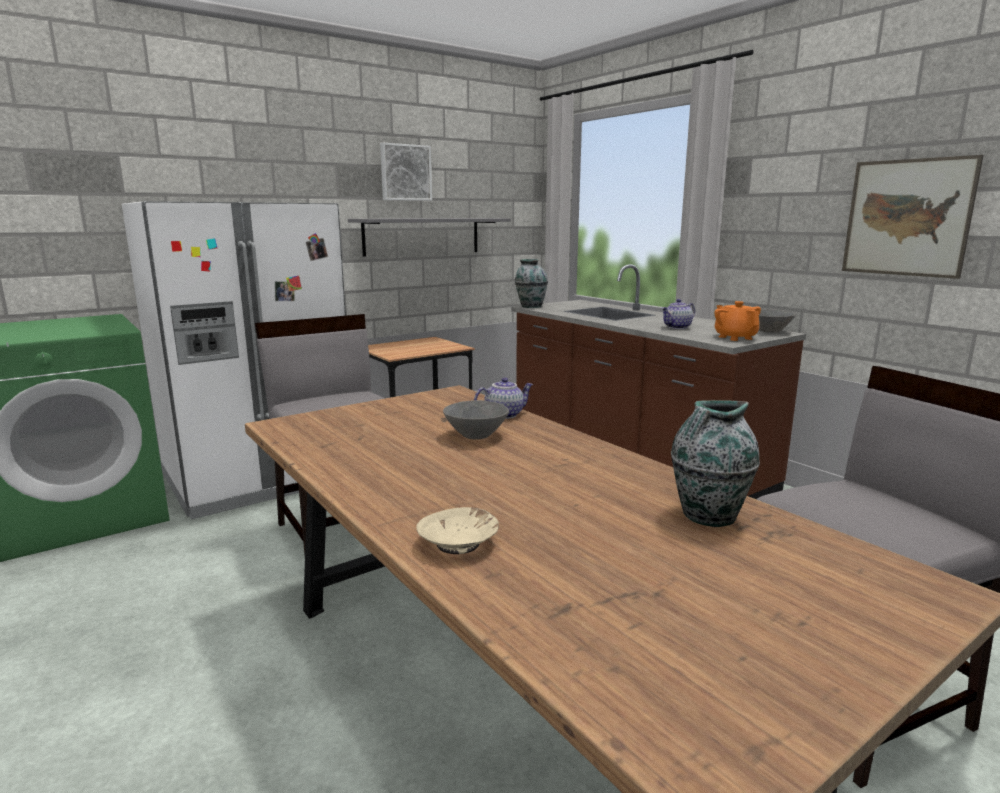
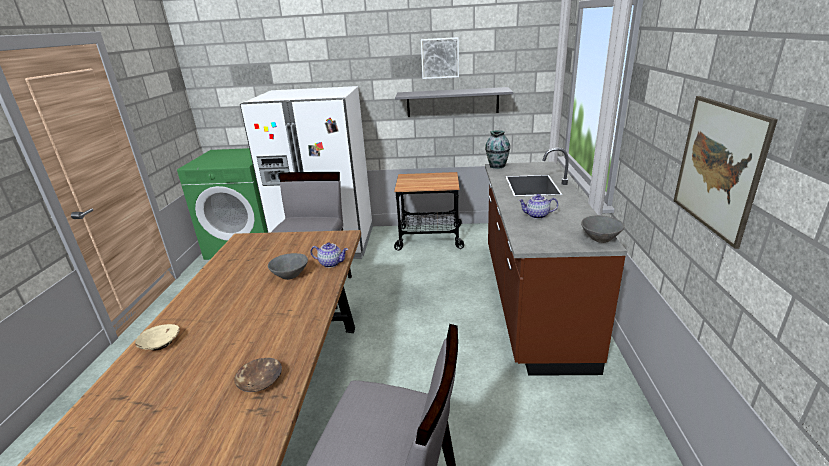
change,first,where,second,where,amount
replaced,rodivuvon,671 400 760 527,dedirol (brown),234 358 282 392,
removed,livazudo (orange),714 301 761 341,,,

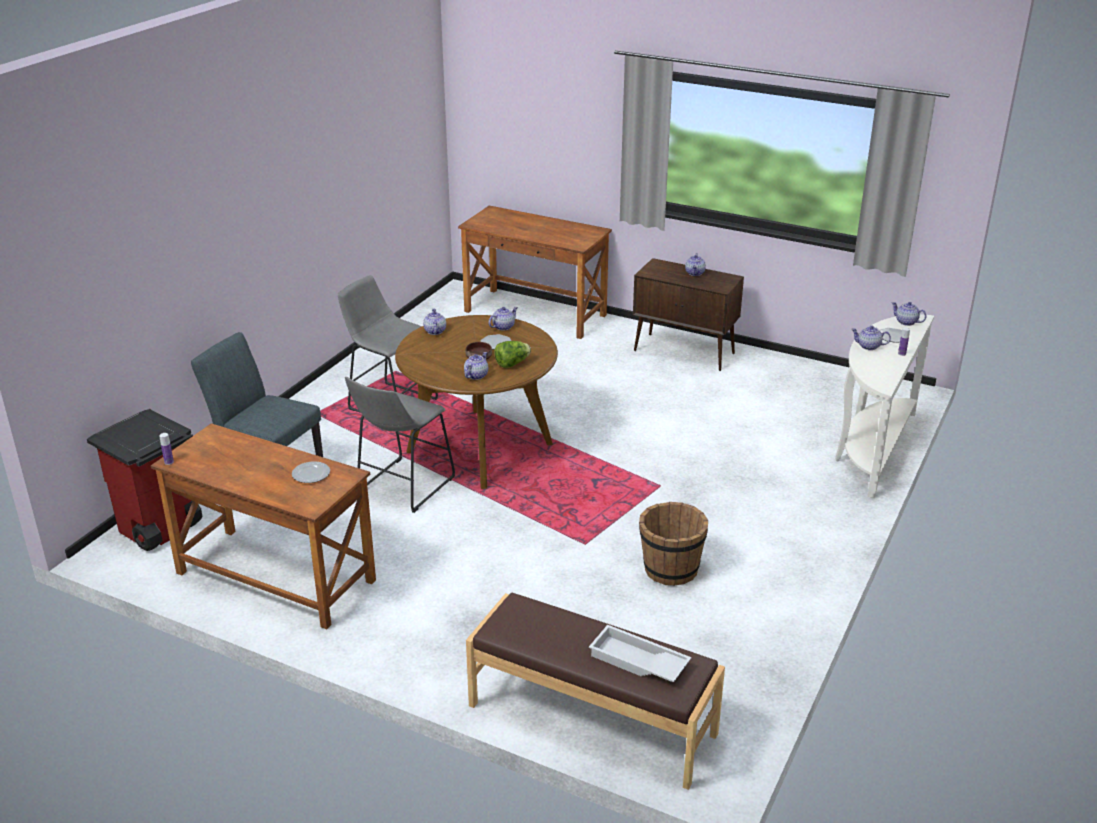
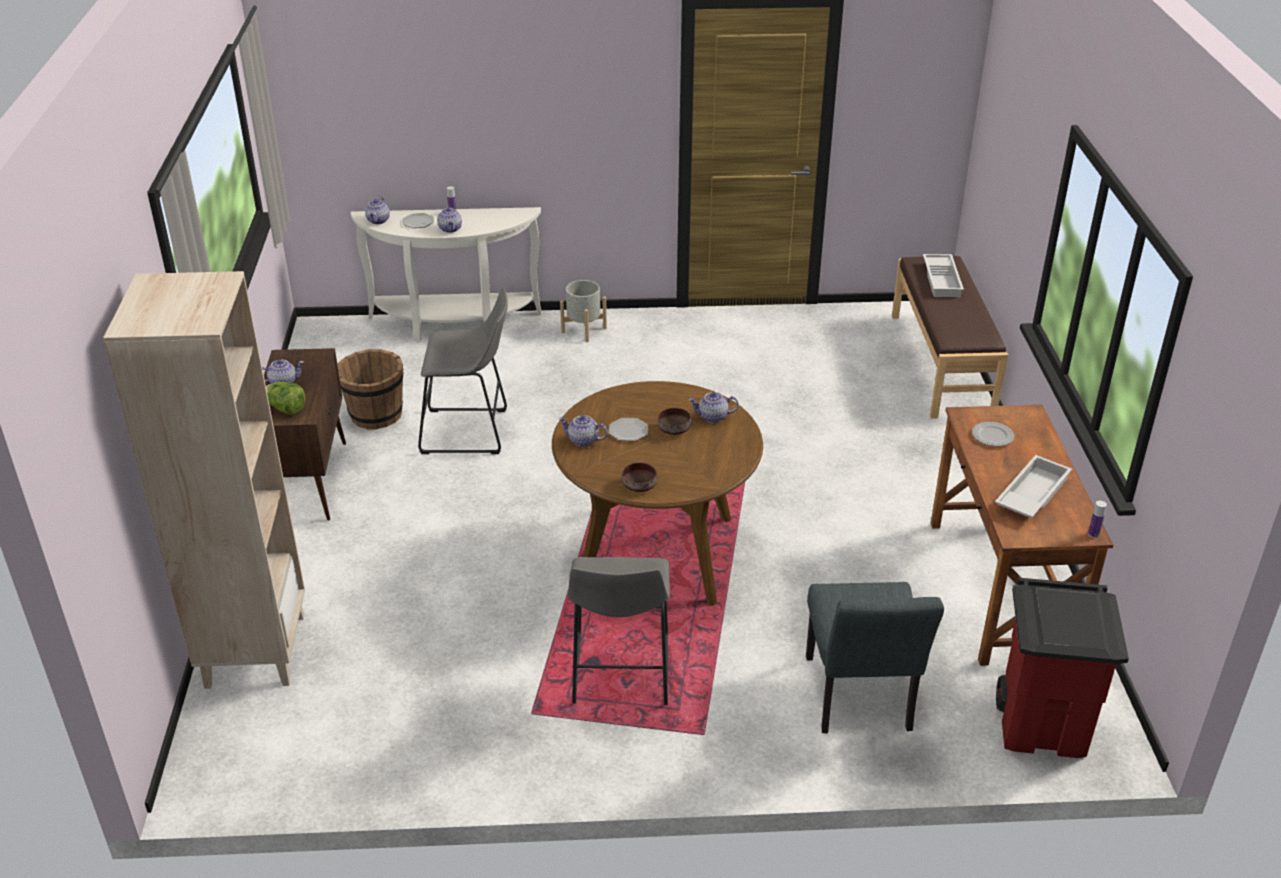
change,first,where,second,where,amount
replaced,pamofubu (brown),458 206 612 339,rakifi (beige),103 271 305 689,
moved,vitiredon,494 341 531 368,,266 382 306 415,
moved,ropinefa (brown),639 502 708 586,,337 349 404 429,
moved,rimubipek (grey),345 377 455 513,,418 288 508 454,
added,,,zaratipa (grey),560 280 607 342,
replaced,livazudo,423 309 446 335,dedirol (brown),622 462 657 492,
added,,,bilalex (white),995 455 1072 518,

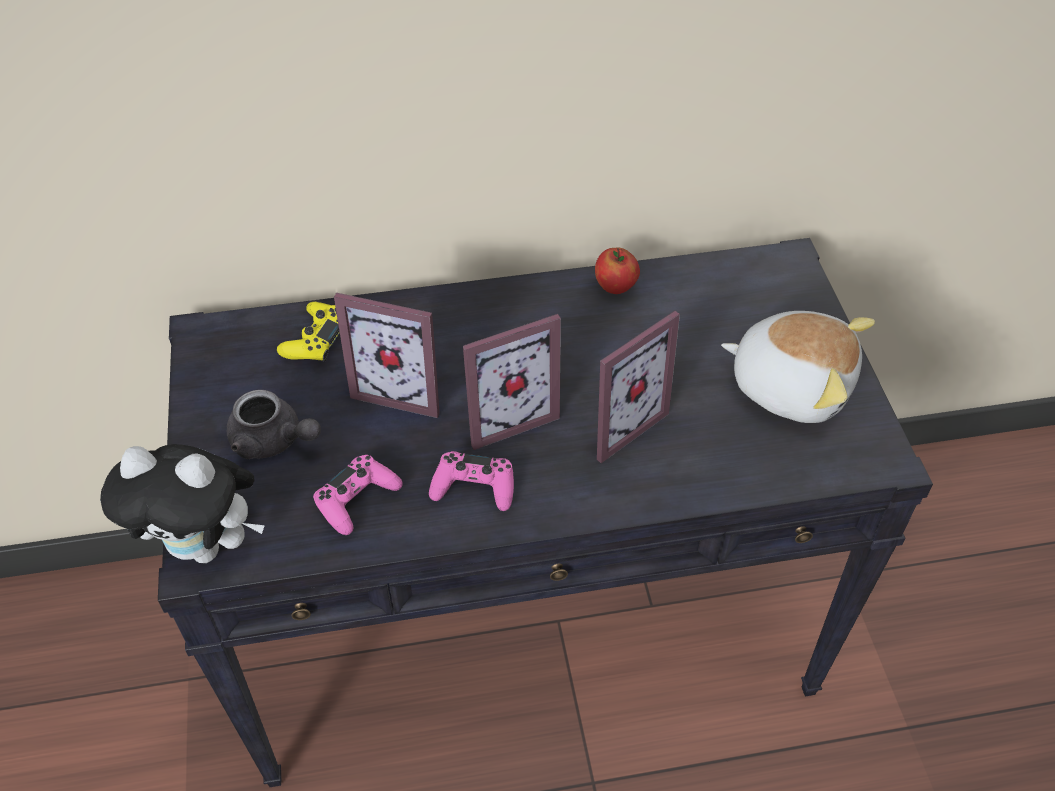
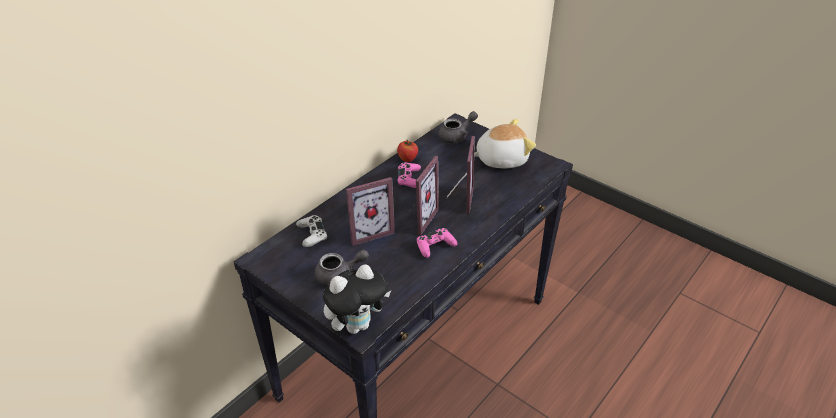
change,first,where,second,where,amount
recoloured,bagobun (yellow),277 302 340 362,bagobun (white),296 215 327 247,
moved,bagobun (pink),313 455 403 535,,398 162 421 188,
added,,,livazudo (grey),438 111 478 144,

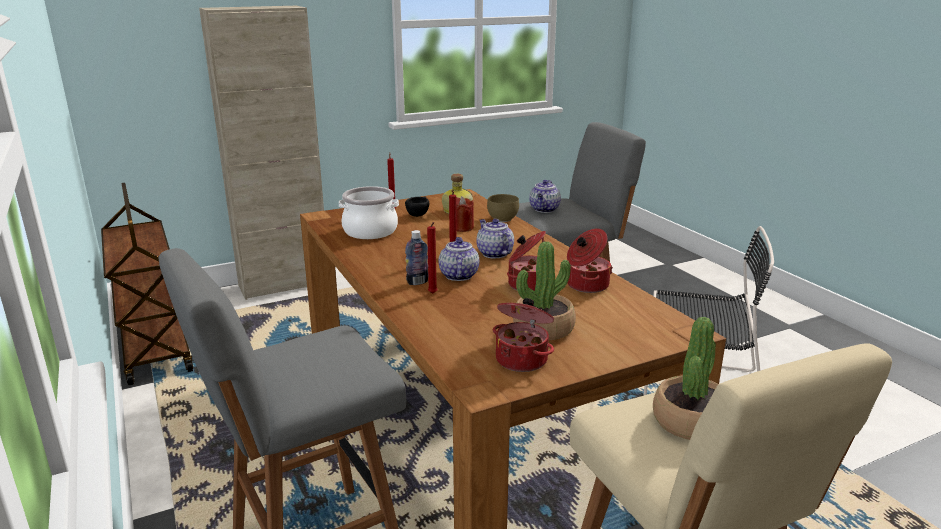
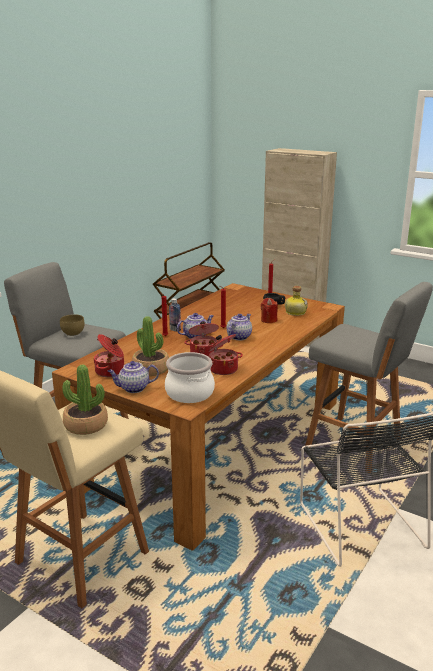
change,first,where,second,where,amount
moved,dedirol (brown),487 194 519 222,,60 314 85 336,
moved,livazudo,529 180 561 213,,108 361 159 393,
moved,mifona,339 186 399 239,,165 352 215 403,

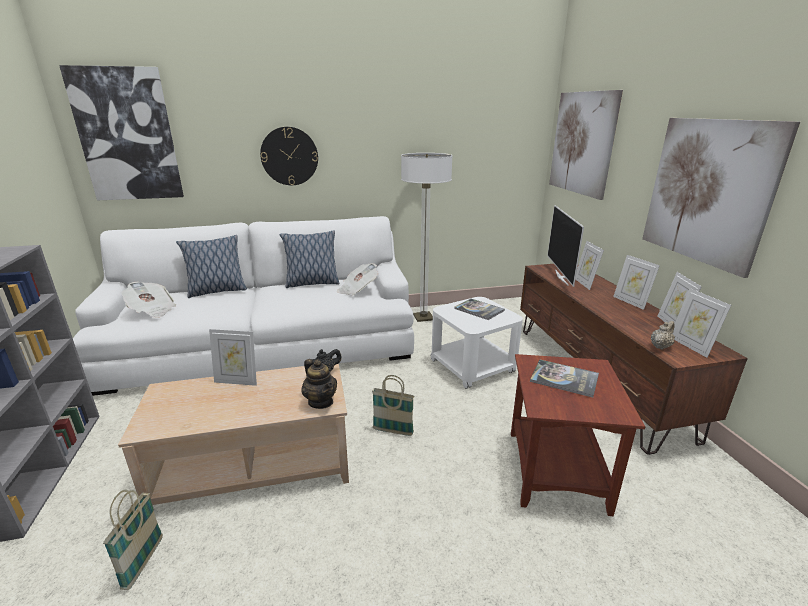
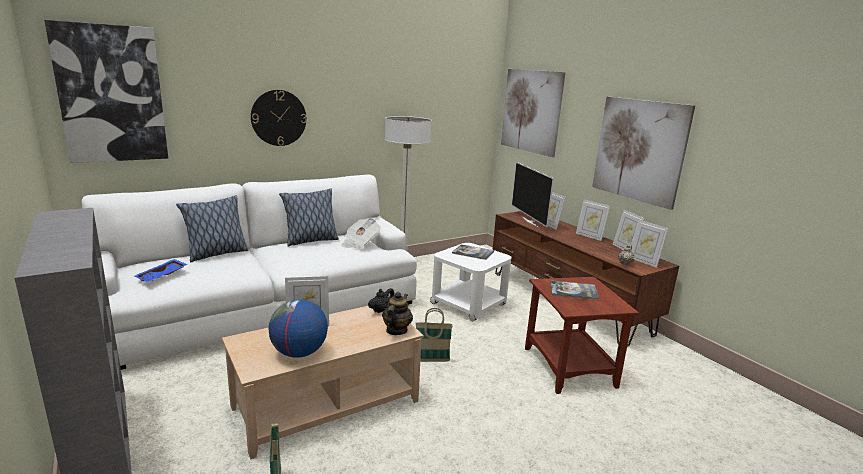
change,first,where,second,where,amount
replaced,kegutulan,121 282 176 318,bilalex (blue),135 259 188 282,
added,,,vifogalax,269 299 328 358,
turned,livazudo,301 359 337 409,,382 292 413 335,105 degrees counterclockwise

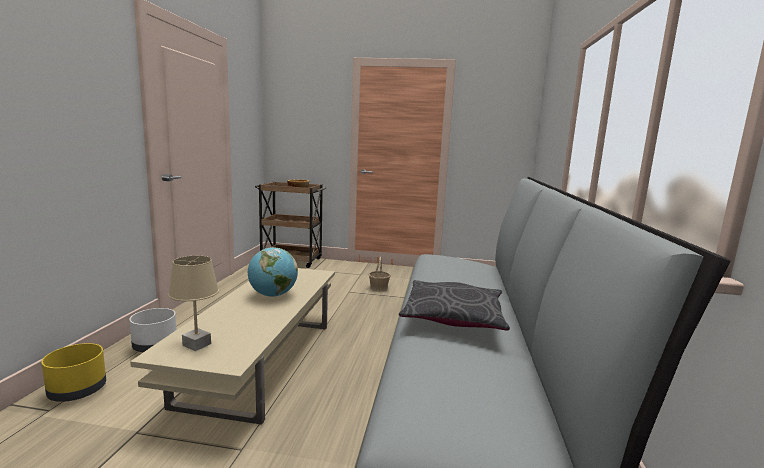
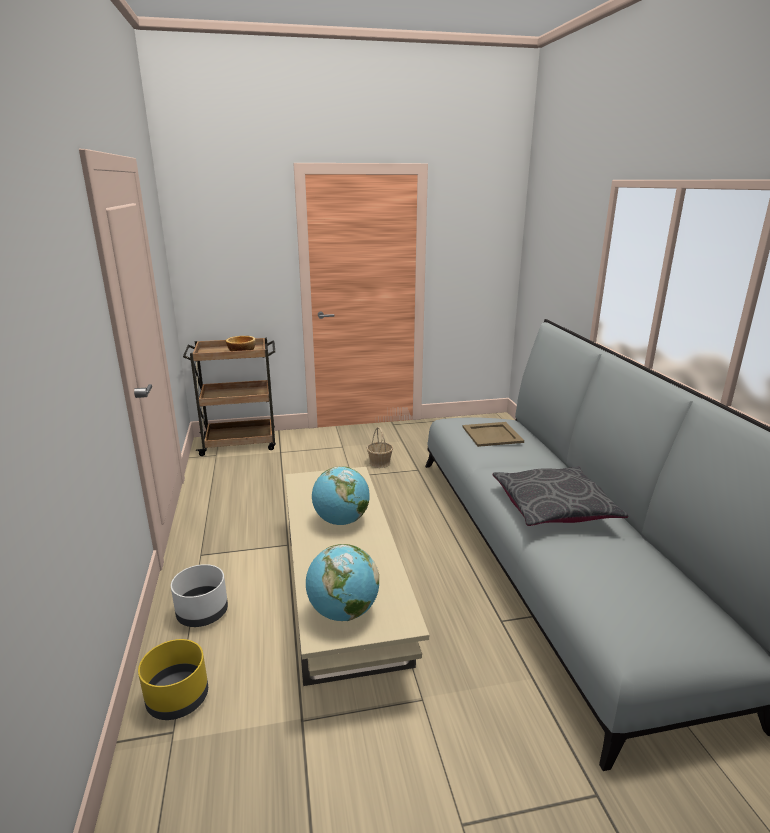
change,first,where,second,where,amount
replaced,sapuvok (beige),168 256 219 351,vifogalax,306 544 379 621,
added,,,bilalex (beige),463 422 524 447,

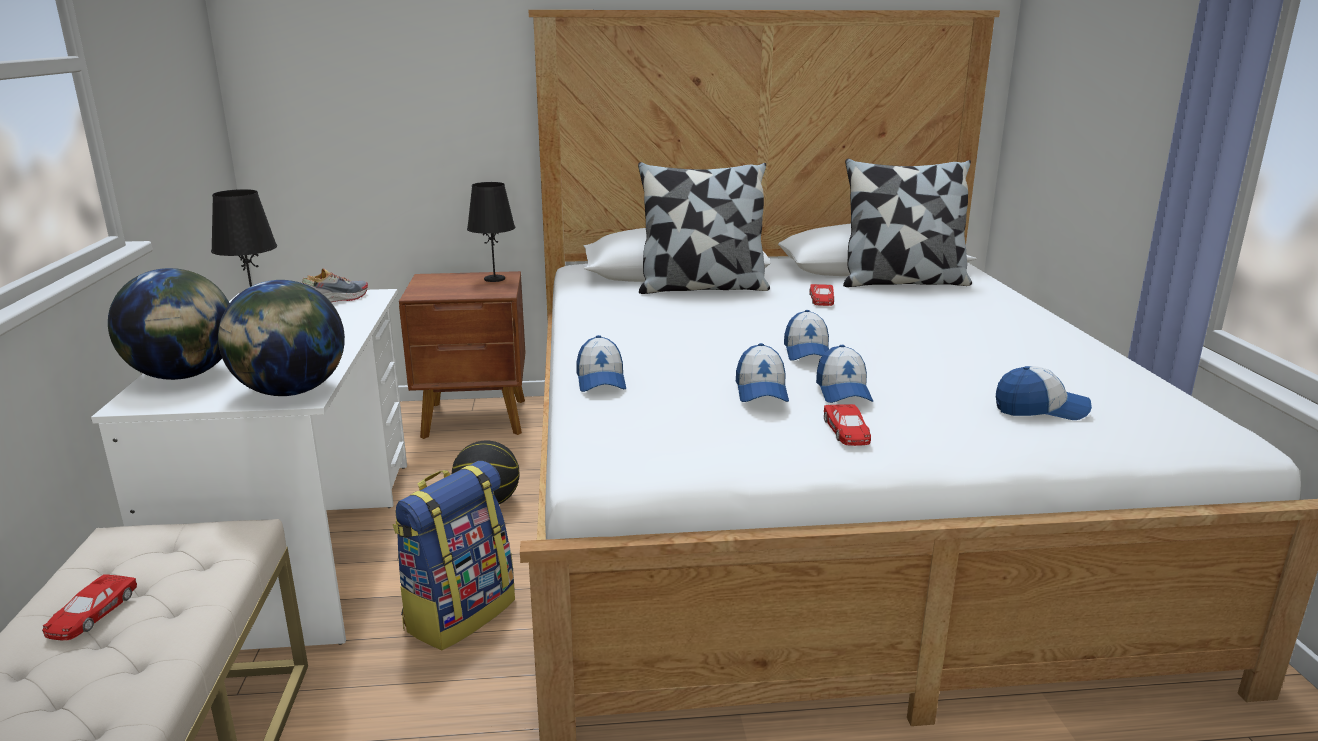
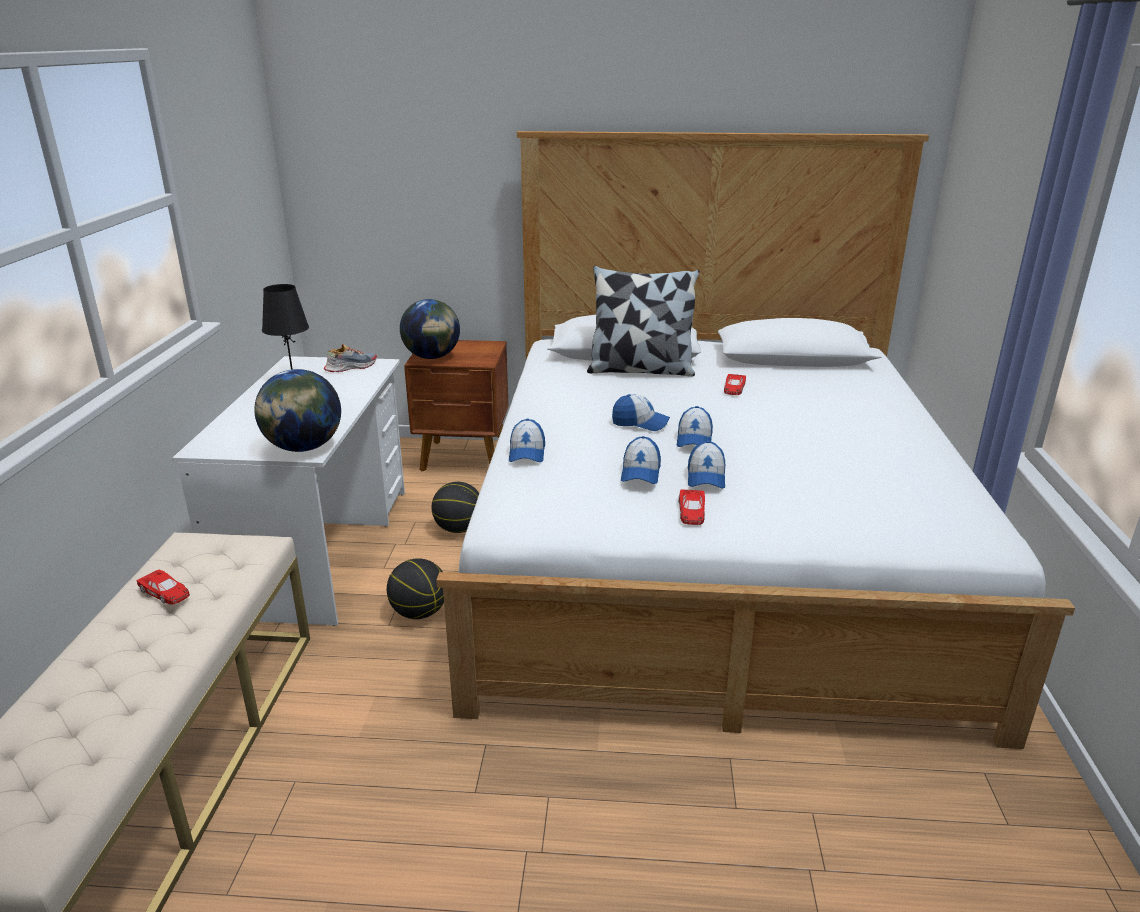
change,first,where,second,where,amount
turned,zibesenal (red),42 574 137 640,,136 569 190 605,75 degrees counterclockwise
replaced,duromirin,393 461 515 650,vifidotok,387 558 444 619,
moved,vifogalax,108 268 229 380,,400 299 460 359,
moved,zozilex,996 366 1092 420,,612 394 670 431,
removed,sapuvok (black),467 182 515 282,,,
removed,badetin,843 159 972 287,,,

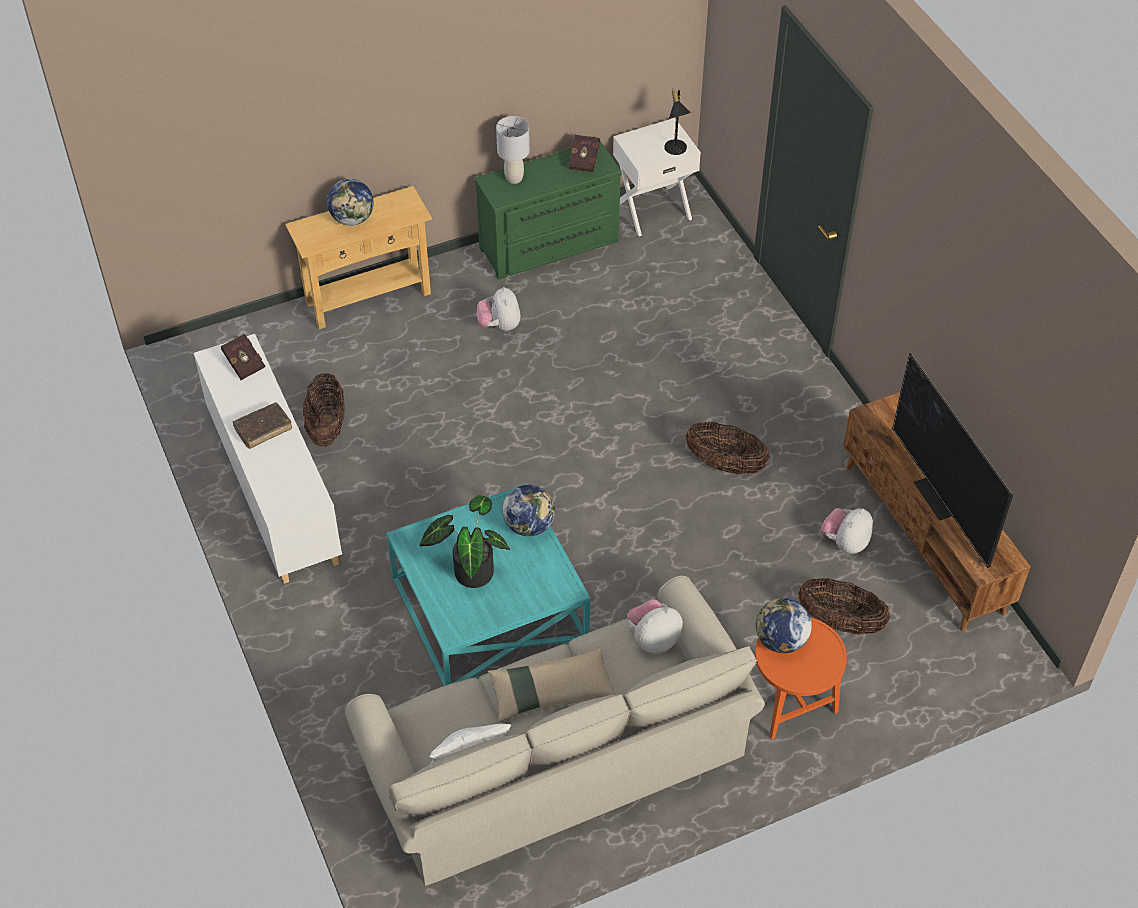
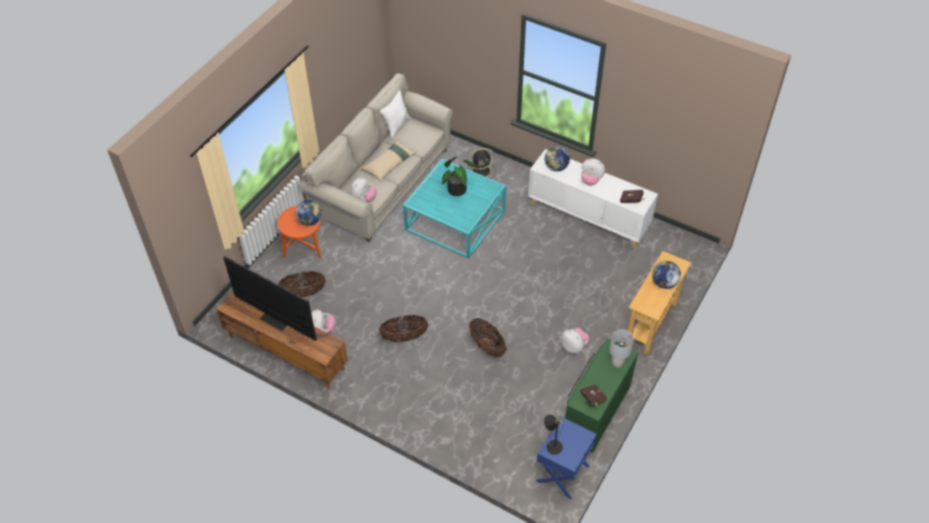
change,first,where,second,where,amount
added,,,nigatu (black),468 148 496 179,
moved,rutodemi,303 373 345 447,,469 318 506 358,
recoloured,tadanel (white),613 118 701 236,tadanel (blue),536 416 597 499,
moved,vifogalax,503 485 555 536,,544 146 570 171,
replaced,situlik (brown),233 402 292 449,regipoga,581 159 605 186,

